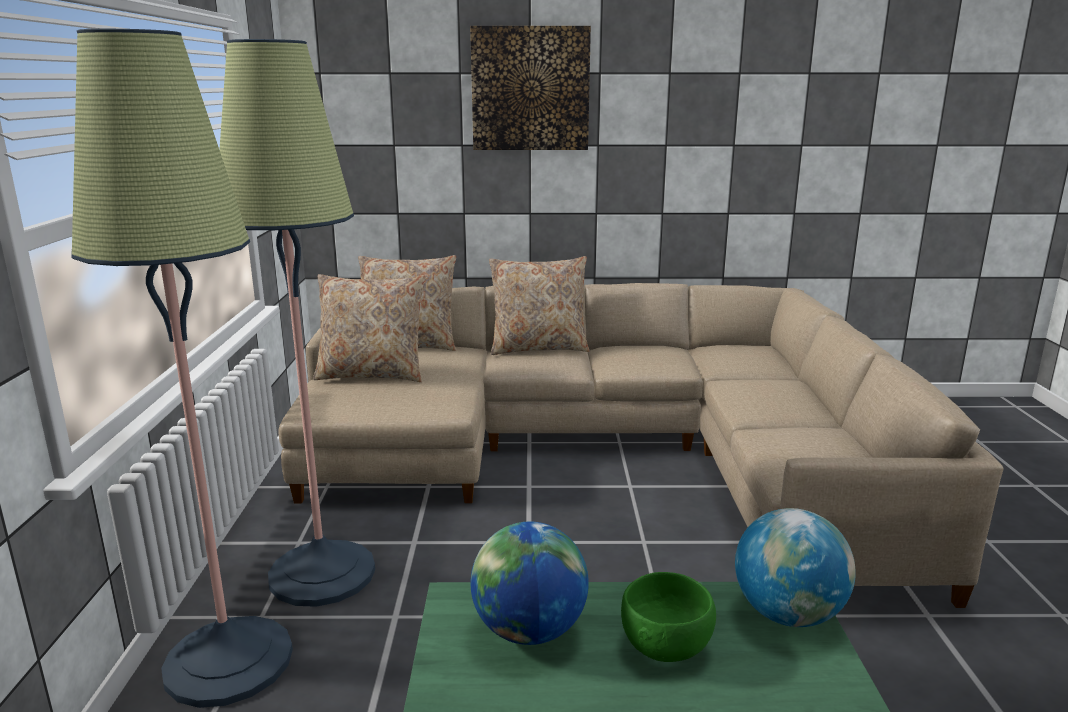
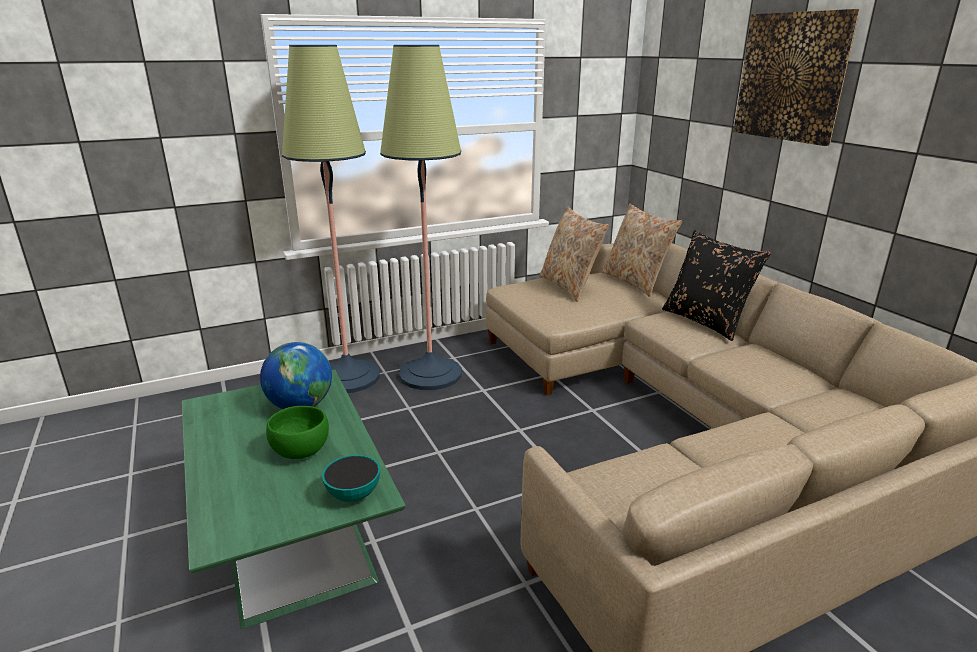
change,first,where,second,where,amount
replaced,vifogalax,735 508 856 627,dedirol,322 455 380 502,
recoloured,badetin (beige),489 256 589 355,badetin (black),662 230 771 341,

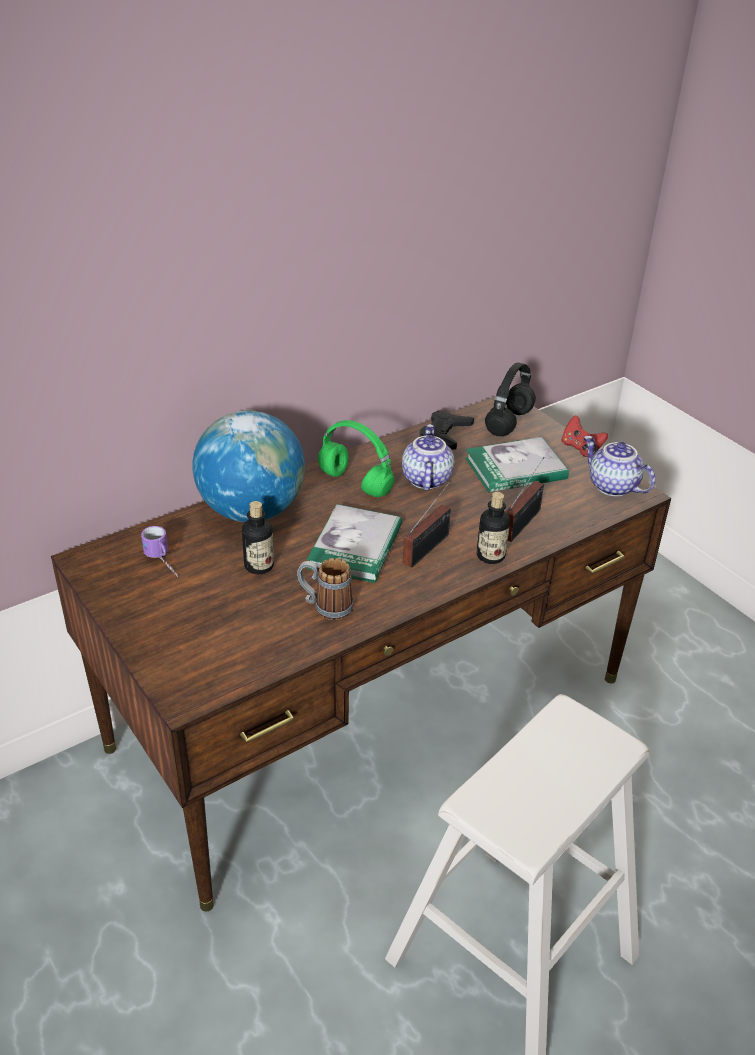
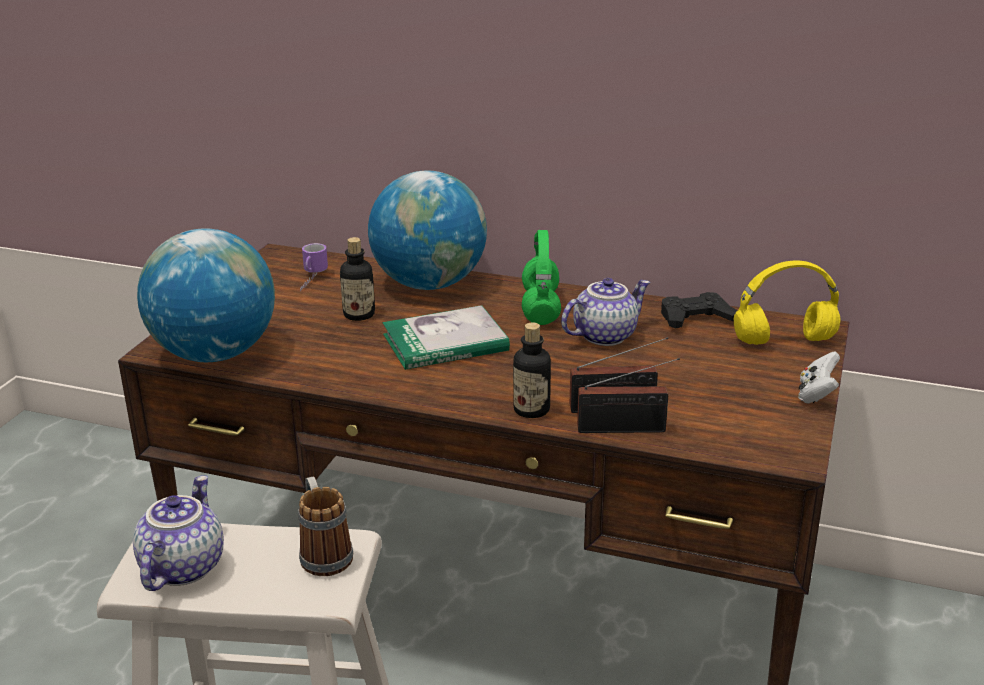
change,first,where,second,where,amount
moved,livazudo,584 436 655 496,,133 475 224 591,
added,,,vifogalax,137 228 275 362,
moved,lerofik,297 558 354 620,,298 476 353 576,
moved,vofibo,403 480 451 568,,577 358 680 433,
recoloured,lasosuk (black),485 362 536 436,lasosuk (yellow),734 260 840 345,
recoloured,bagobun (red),561 415 608 457,bagobun (white),798 352 840 404,
removed,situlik,465 437 569 493,,,

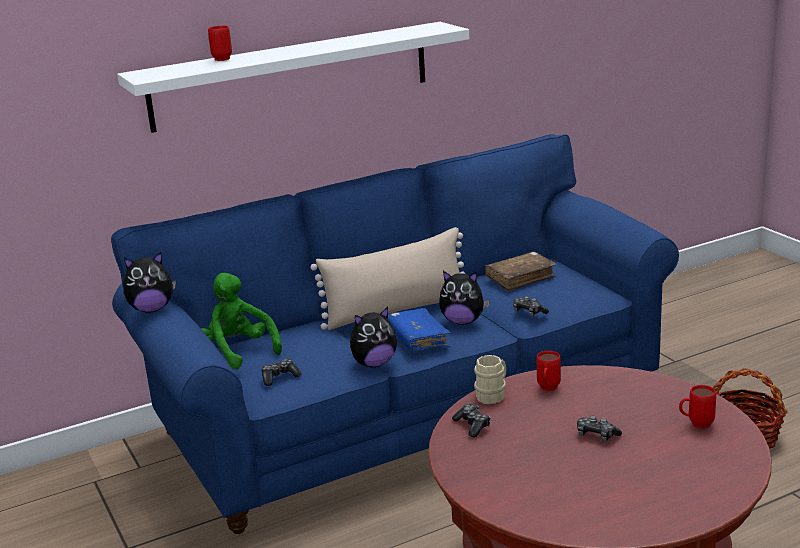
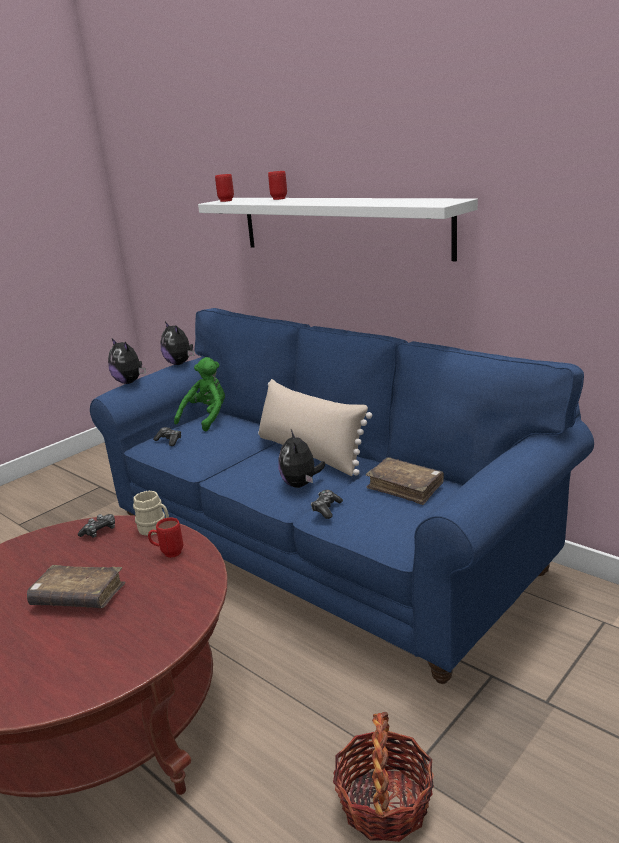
change,first,where,second,where,amount
replaced,bagobun,577 415 622 441,situlik (brown),27 565 126 608,
moved,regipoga,350 307 397 367,,108 339 146 384,
moved,lerofik (red),679 385 716 429,,215 174 234 202,
removed,situlik (blue),388 308 451 351,,,

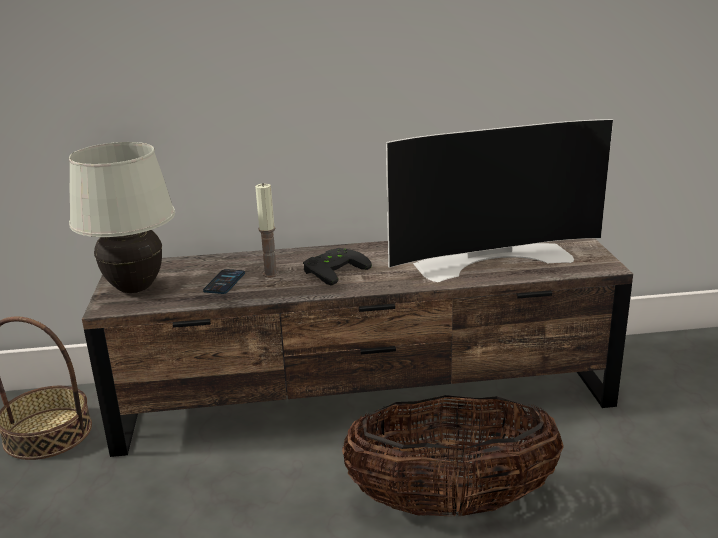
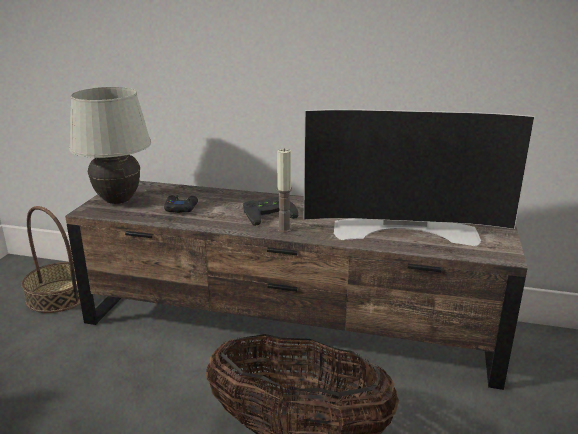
change,first,where,second,where,amount
replaced,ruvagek,203 269 245 294,bagobun (black),164 195 198 213,
moved,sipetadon,255 183 279 278,,277 148 292 233,

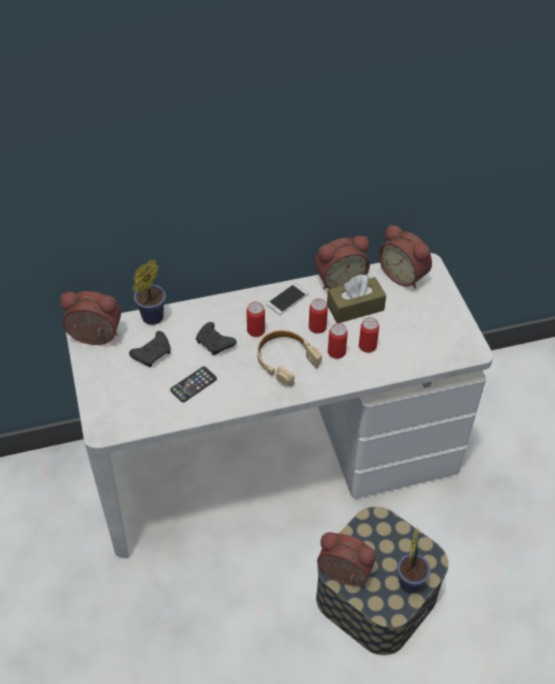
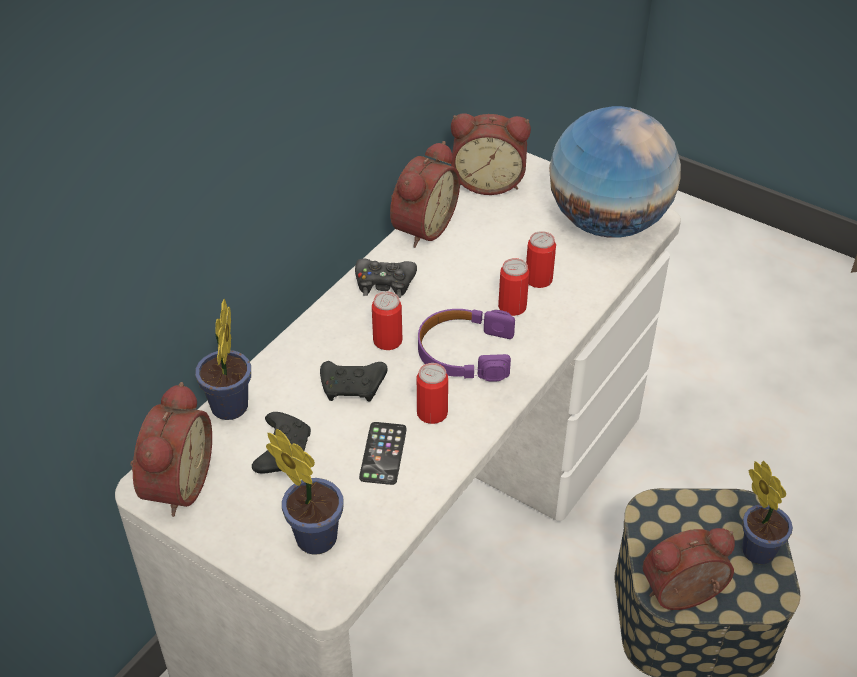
change,first,where,second,where,amount
turned,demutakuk,60 291 121 345,,130 382 212 517,135 degrees clockwise
added,,,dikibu,266 429 344 555,
replaced,ruvagek,266 283 309 315,bagobun (black),355 258 417 298,
moved,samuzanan,309 298 328 334,,417 363 448 424,
recoloured,lasosuk (beige),257 330 322 387,lasosuk (purple),418 309 515 382,
added,,,vifogalax,549 106 681 238,
removed,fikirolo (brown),327 275 386 323,,,

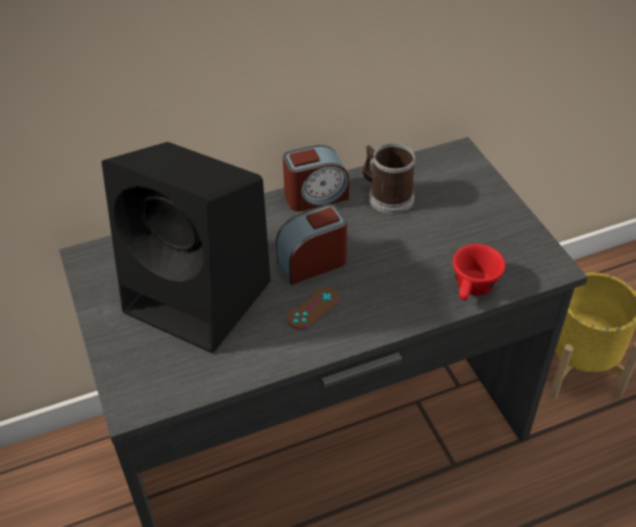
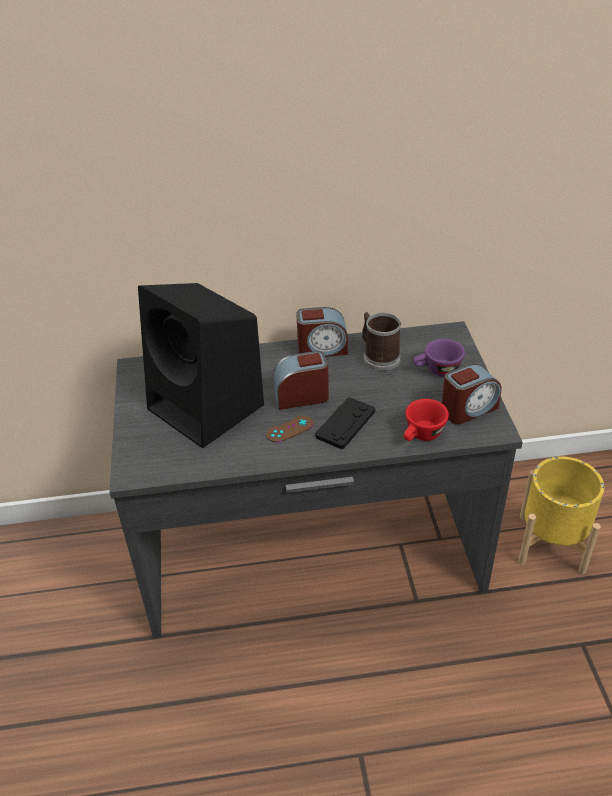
change,first,where,second,where,amount
added,,,bagobun (black),315 397 375 449,
added,,,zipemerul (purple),413 339 465 377,
added,,,demutakuk,442 364 501 425,

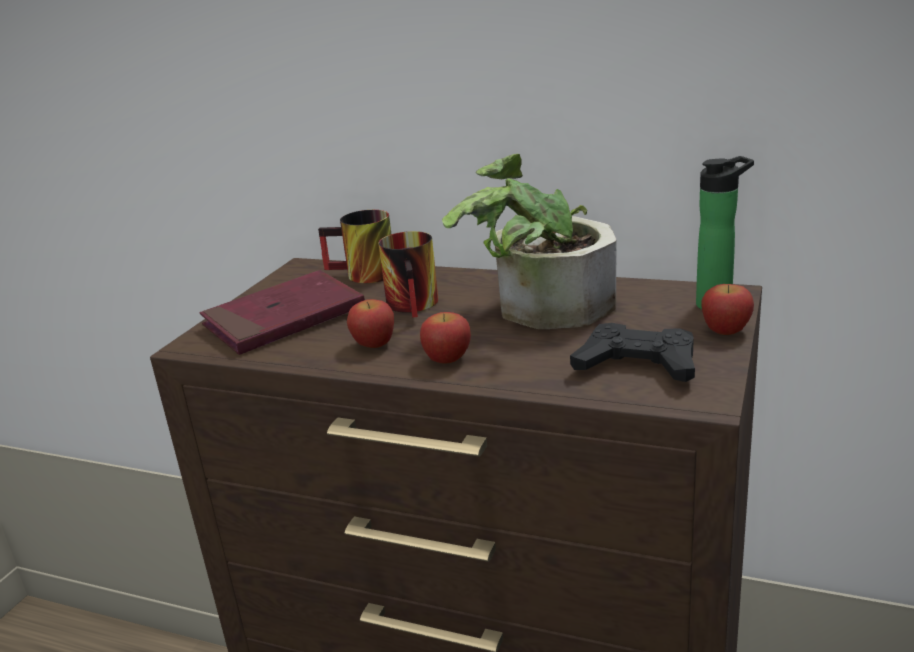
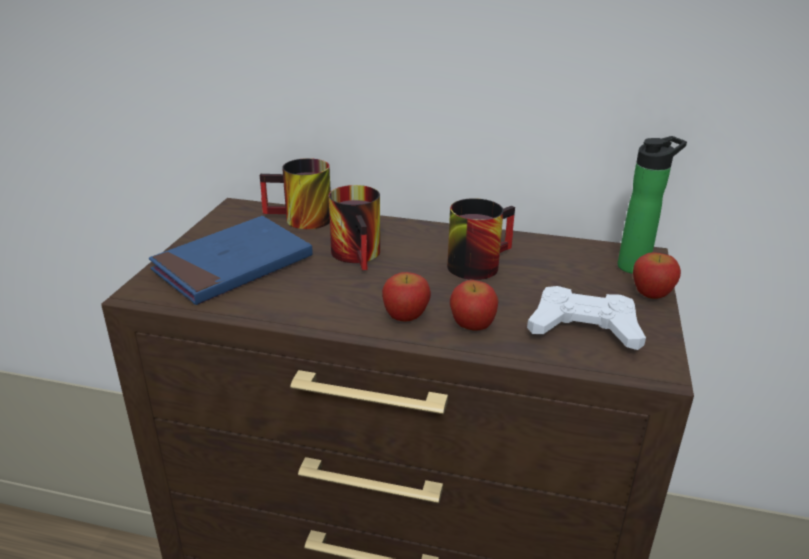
change,first,where,second,where,amount
recoloured,situlik (red),200 270 365 355,situlik (blue),149 216 313 305,
replaced,dikibu,442 154 617 329,lerofik,447 198 515 280,
moved,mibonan,347 299 394 348,,450 280 499 330,
recoloured,bagobun (black),570 323 695 382,bagobun (white),527 286 646 350,

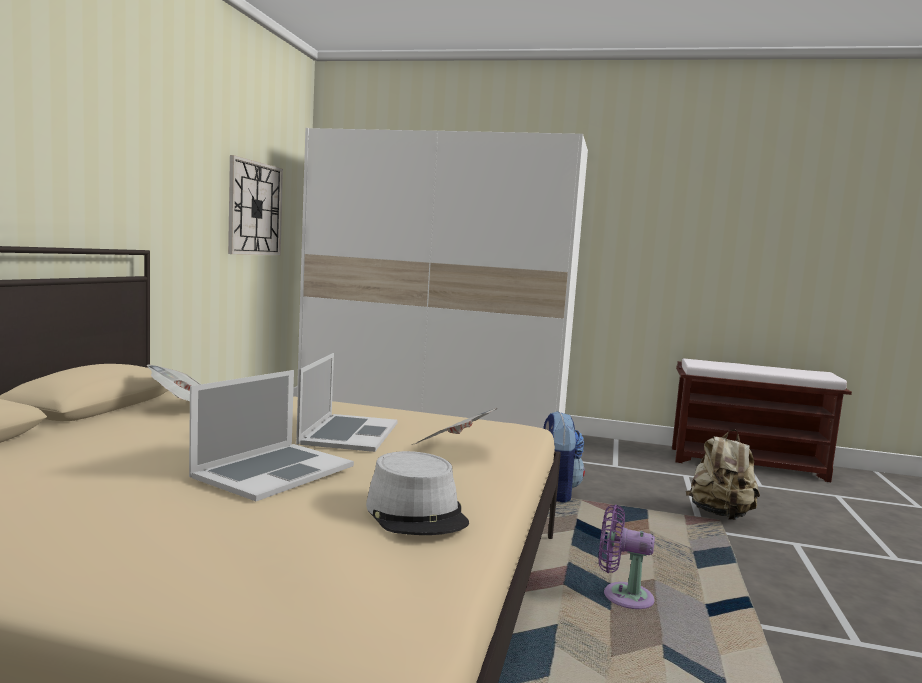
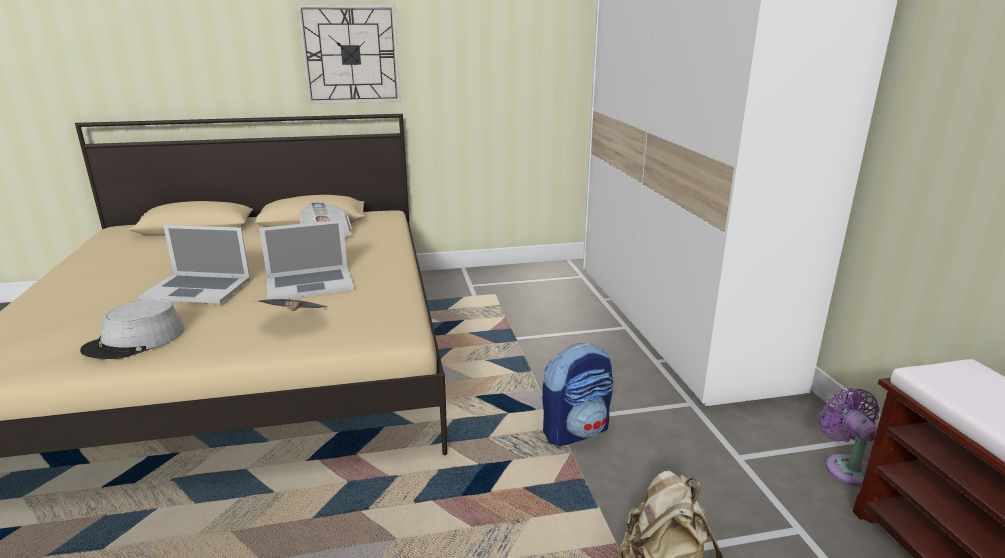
change,first,where,second,where,amount
moved,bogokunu,228 155 283 255,,297 4 401 104,
moved,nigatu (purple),599 505 655 609,,819 388 880 486,

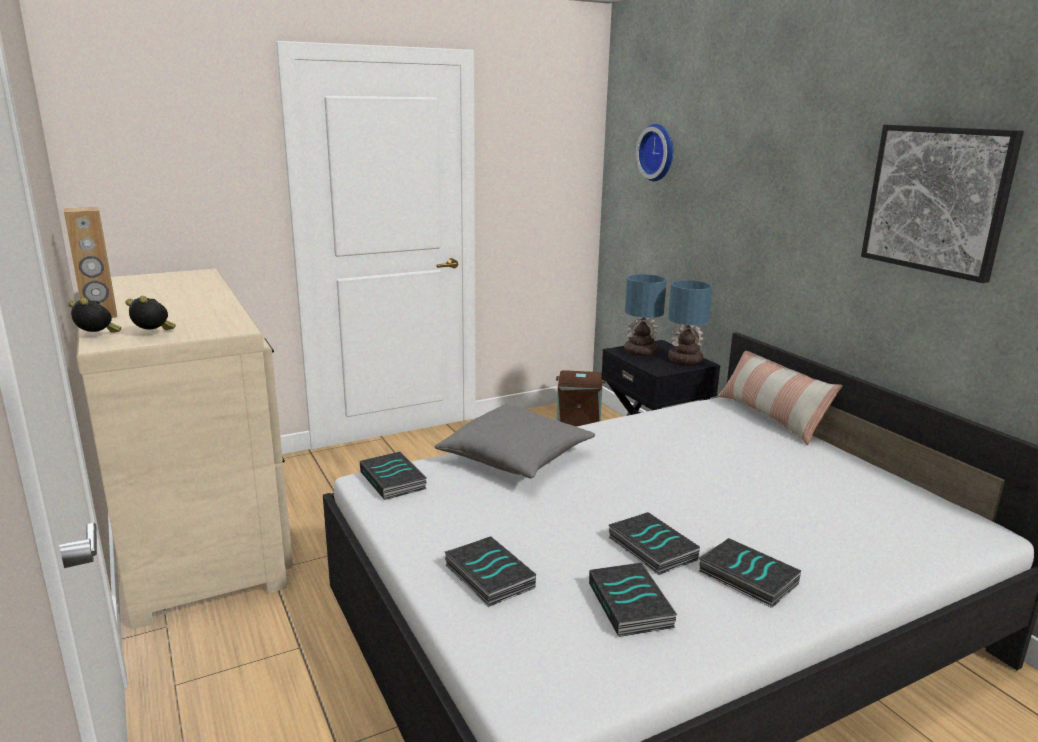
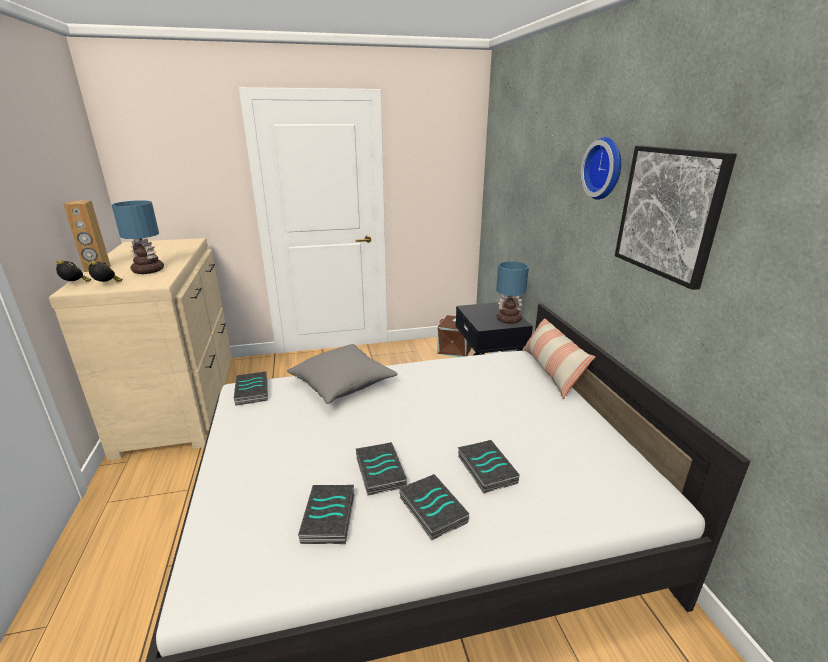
change,first,where,second,where,amount
moved,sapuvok,624 274 667 356,,112 200 164 274,
moved,situlik,445 536 536 607,,458 440 520 493,
moved,bogokunu,636 124 673 181,,581 137 621 200,

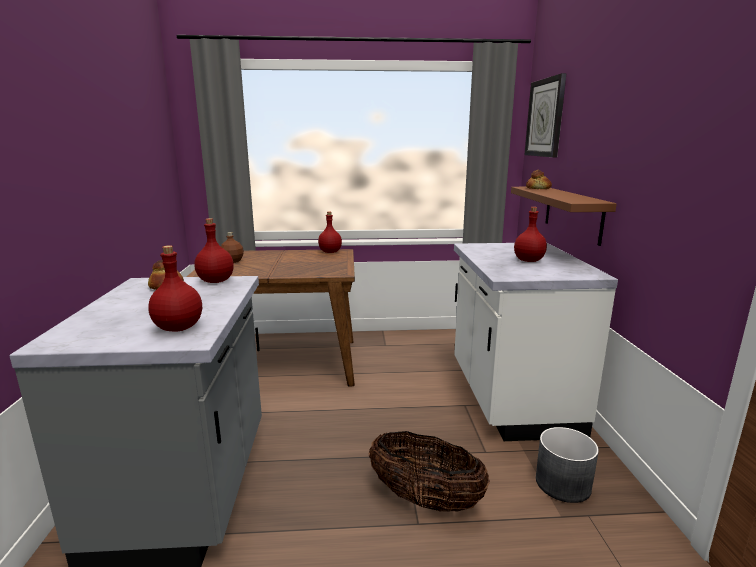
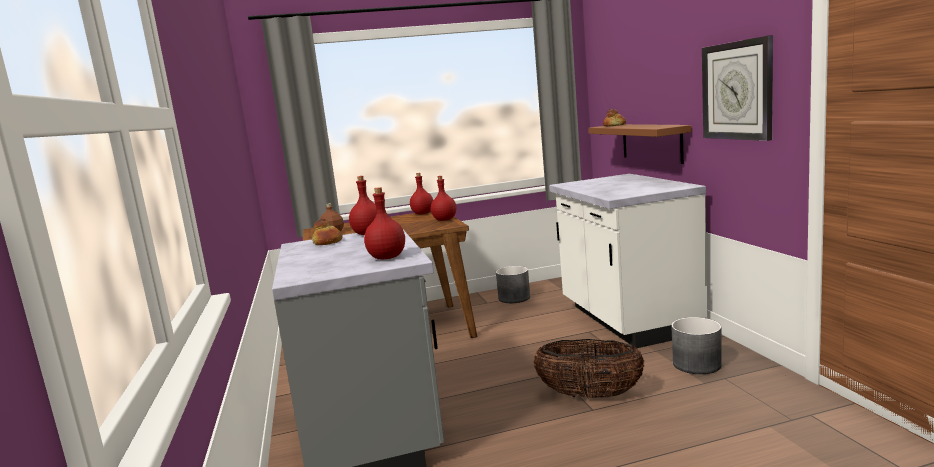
change,first,where,second,where,amount
moved,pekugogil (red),514 207 547 262,,431 176 456 221,
added,,,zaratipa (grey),496 266 530 303,
moved,bogokunu,525 73 567 157,,702 35 773 141,

